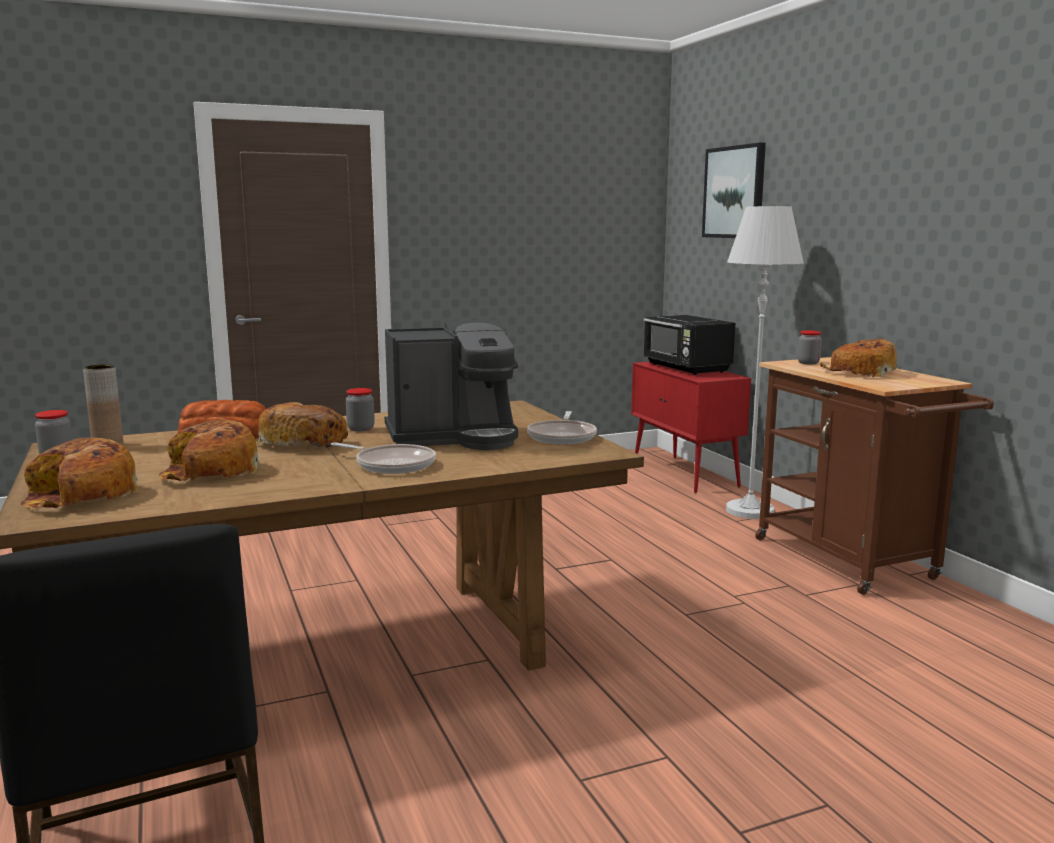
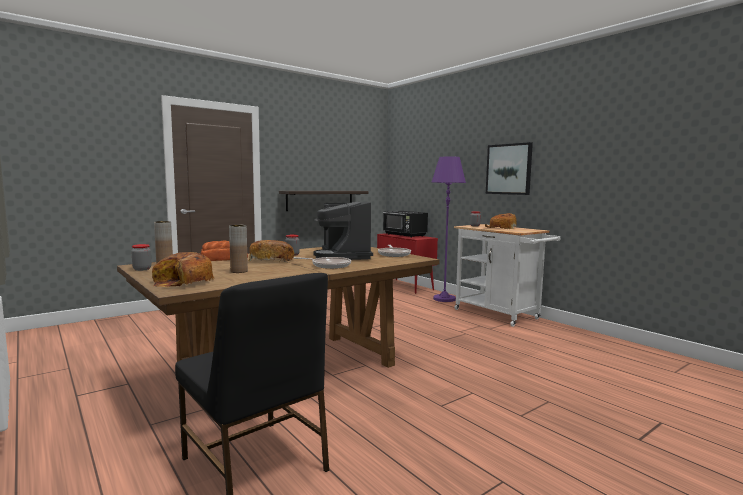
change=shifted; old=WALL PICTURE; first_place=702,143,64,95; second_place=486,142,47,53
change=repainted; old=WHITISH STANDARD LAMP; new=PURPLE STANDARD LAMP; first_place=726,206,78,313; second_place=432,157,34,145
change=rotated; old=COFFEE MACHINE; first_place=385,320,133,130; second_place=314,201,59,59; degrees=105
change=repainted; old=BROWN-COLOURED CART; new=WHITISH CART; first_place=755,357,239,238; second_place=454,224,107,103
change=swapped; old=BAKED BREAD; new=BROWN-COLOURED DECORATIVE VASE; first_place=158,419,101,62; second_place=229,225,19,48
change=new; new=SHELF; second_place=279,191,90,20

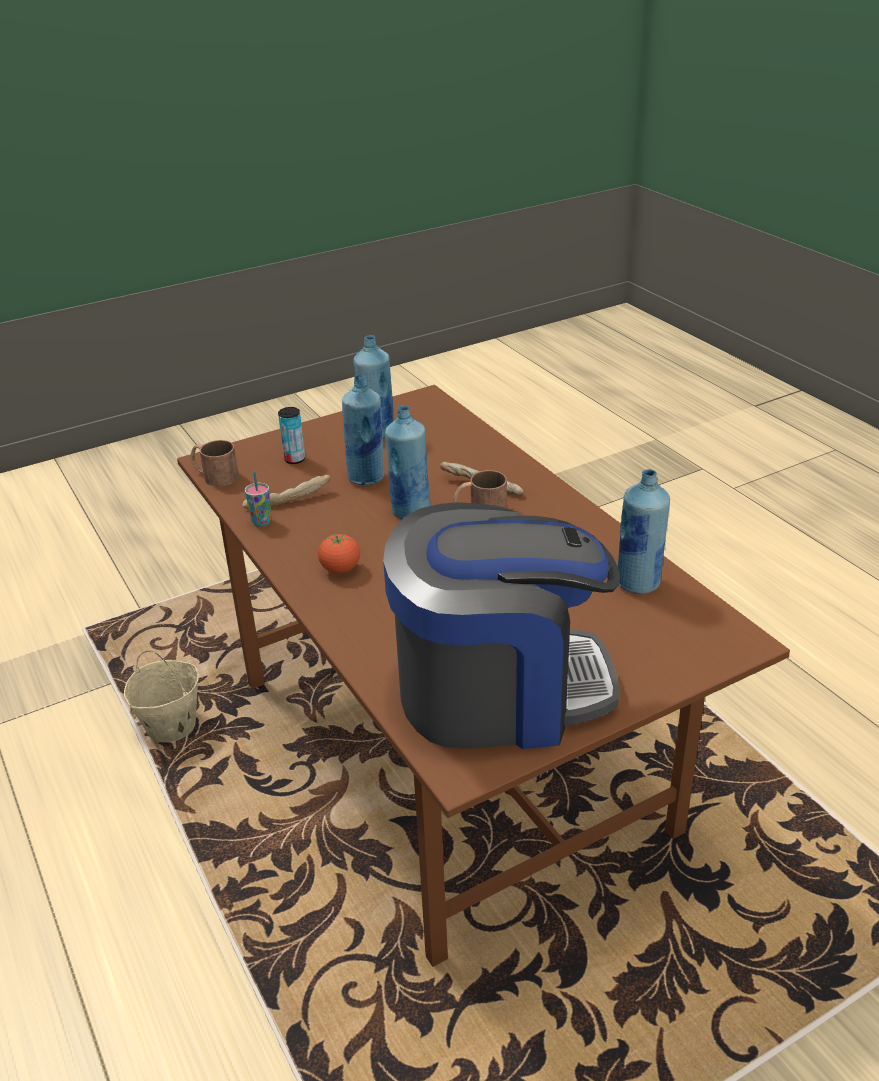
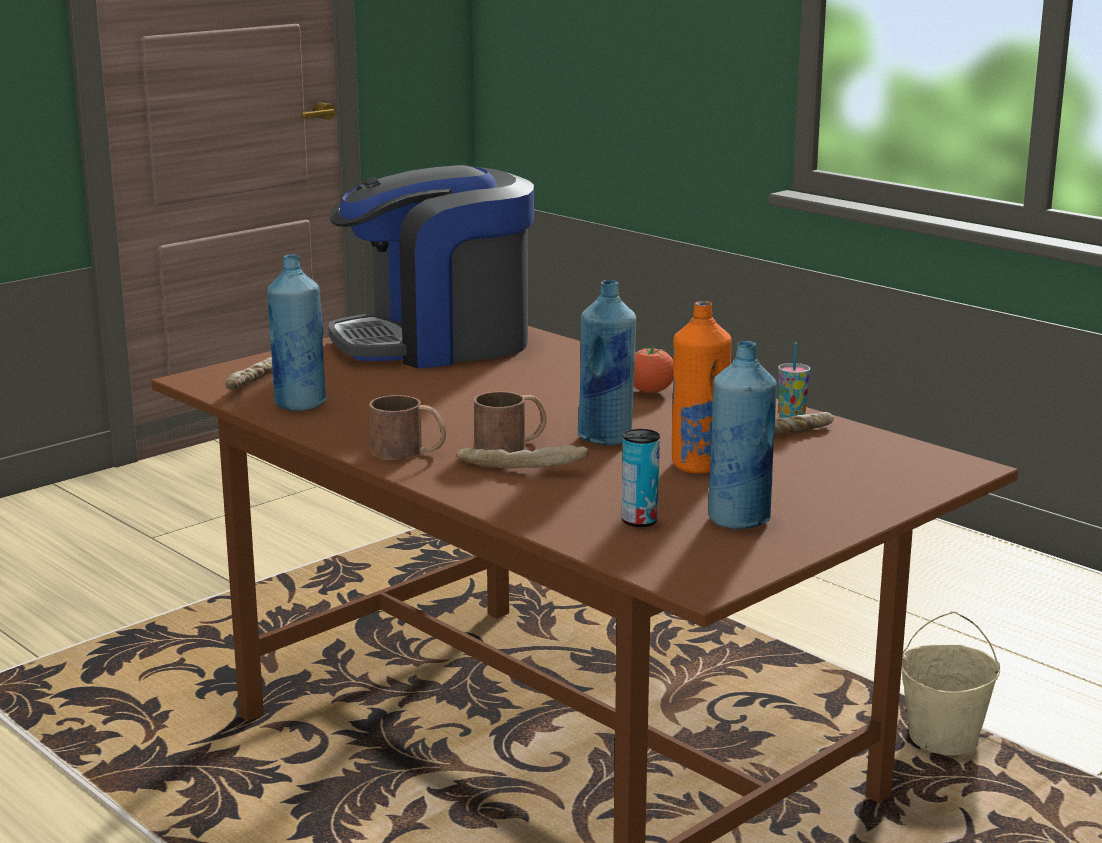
change=repainted; old=BLUISH DRINK BOTTLE; new=ORANGE DRINK BOTTLE; first_place=342,375,42,110; second_place=672,301,60,173
change=shifted; old=SEALED CAN; first_place=278,407,27,57; second_place=622,429,38,98
change=shifted; old=BROWN-COLOURED TEA MUG; first_place=191,440,48,47; second_place=370,395,76,65
change=new; new=BAKED BREAD; second_place=225,357,47,33

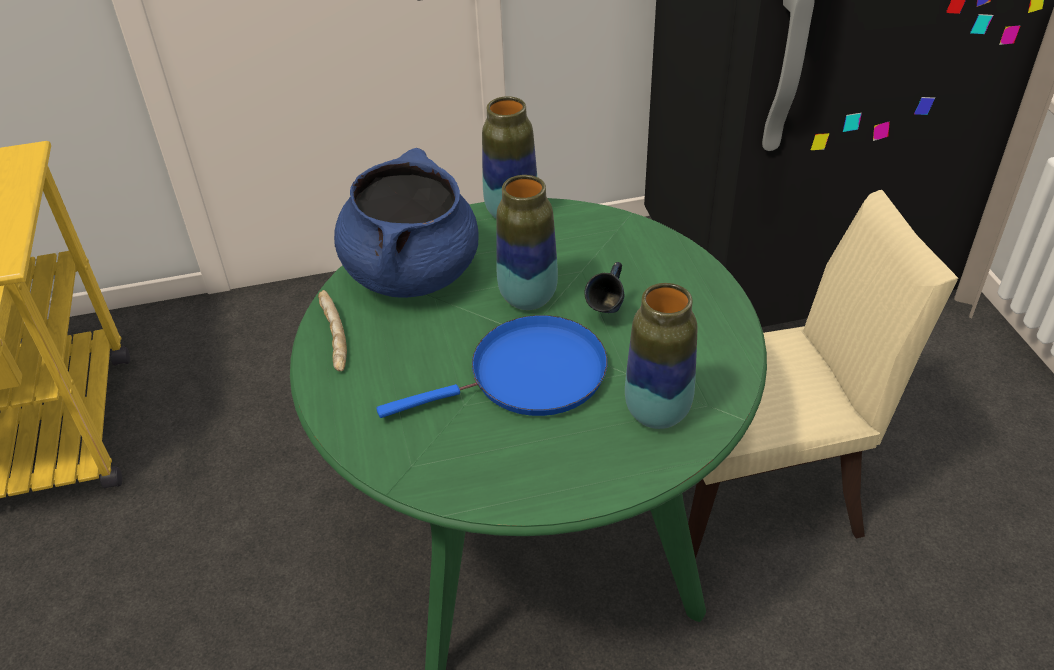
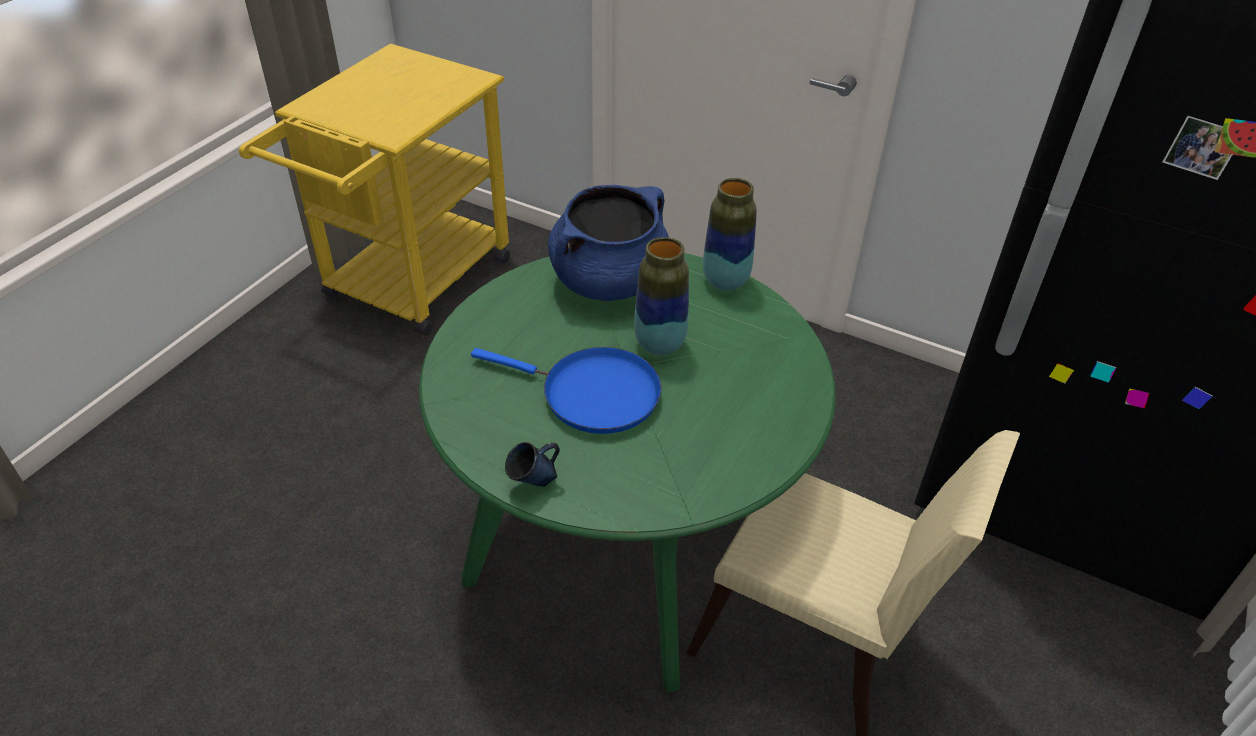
change=shifted; old=BLUISH TEA MUG; first_place=584,262,41,51; second_place=505,442,55,45
change=gone; old=DECORATIVE VASE; first_place=625,283,73,146
change=gone; old=BAKED BREAD; first_place=318,290,29,81

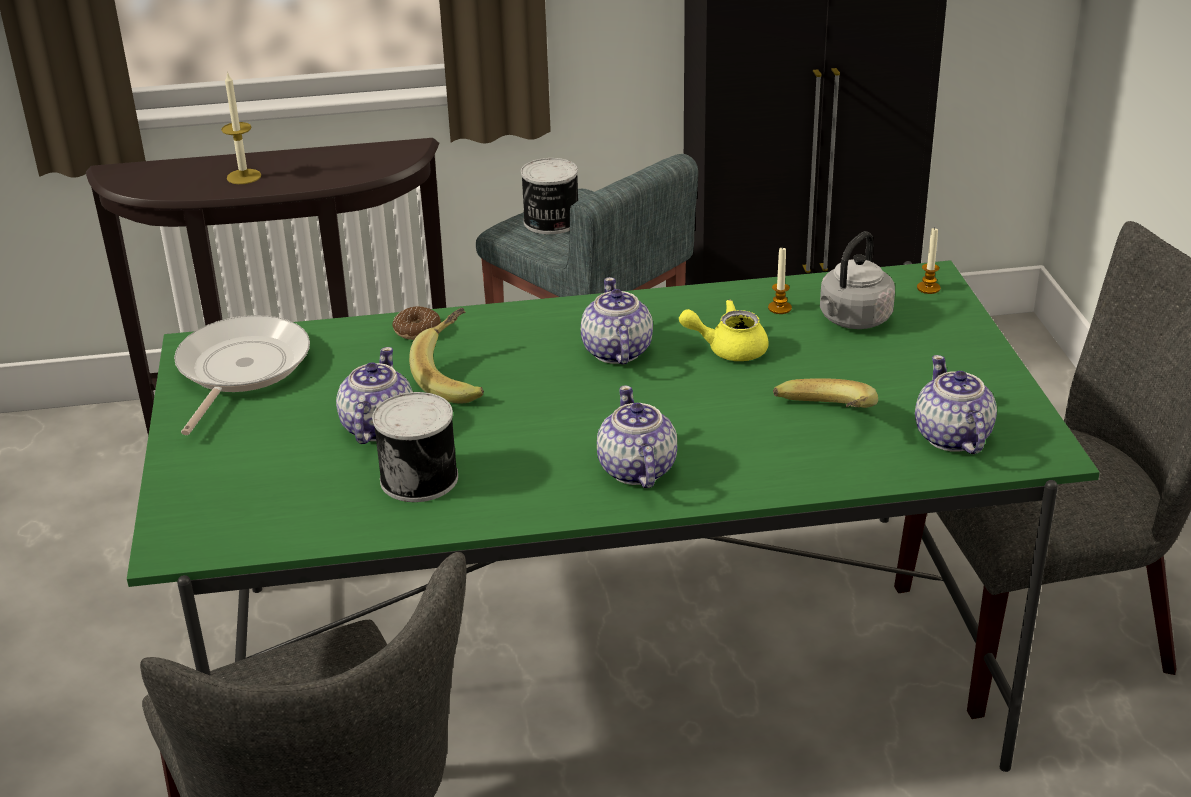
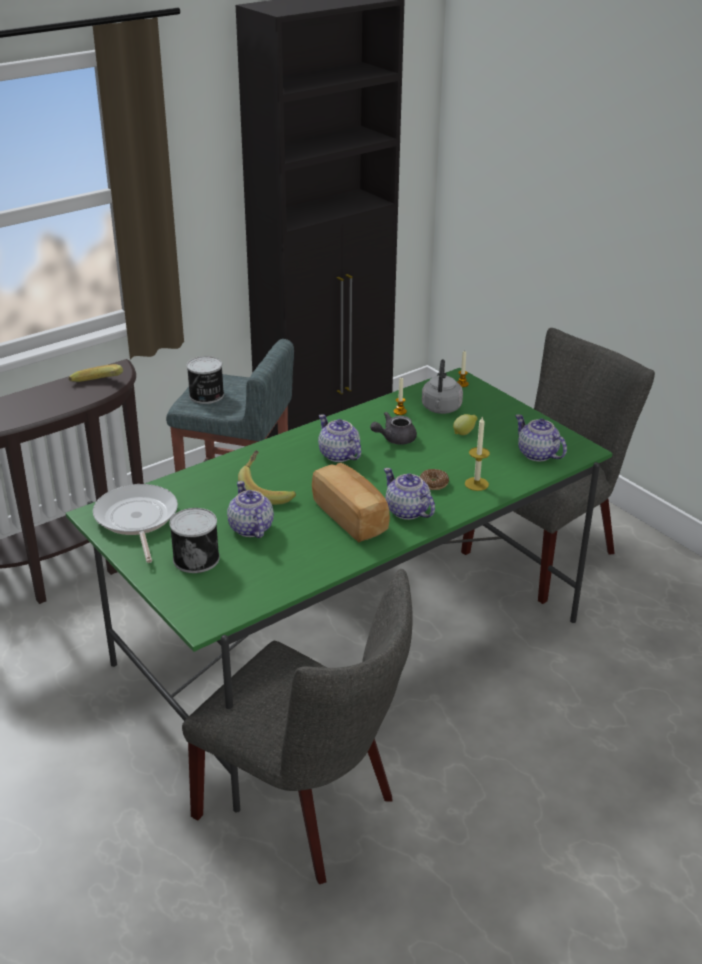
change=shifted; old=CANDLE; first_place=221,71,40,113; second_place=465,417,25,74
change=repainted; old=YELLOW TEAPOT; new=GRAY TEAPOT; first_place=679,299,90,62; second_place=370,412,47,33
change=shifted; old=DOUGHNUT; first_place=392,306,49,34; second_place=420,469,29,21
change=shifted; old=BANANA; first_place=773,378,105,30; second_place=69,364,54,18
change=shifted; old=SEALED CAN; first_place=372,392,86,110; second_place=169,508,51,65
change=new; new=LEMON; second_place=453,414,25,21
change=new; new=BAKED BREAD; second_place=312,463,78,79

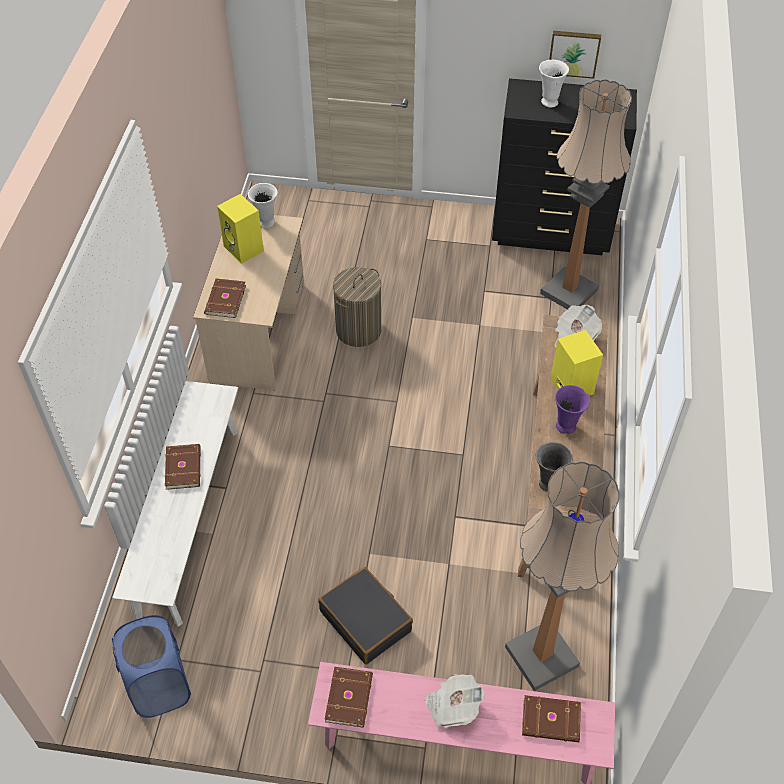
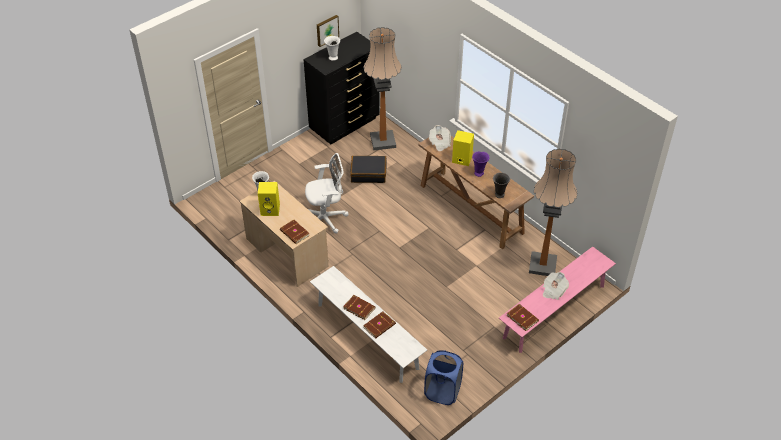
change=swapped; old=LAUNDRY BASKET; new=WHITISH COMPUTER CHAIR; first_place=333,267,48,80; second_place=305,153,44,81
change=shifted; old=BLACKISH SUITCASE; first_place=318,567,95,98; second_place=351,156,35,27
change=shifted; old=BROWN-COLOURED BOOK; first_place=522,695,59,47; second_place=363,311,33,28

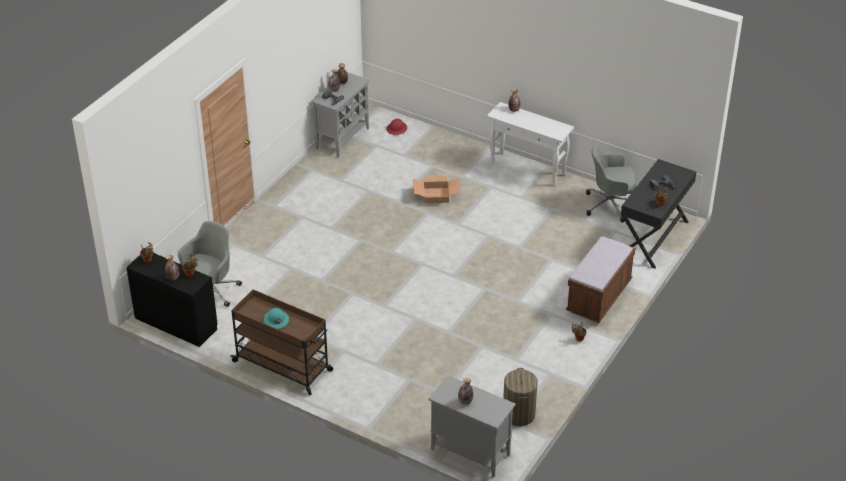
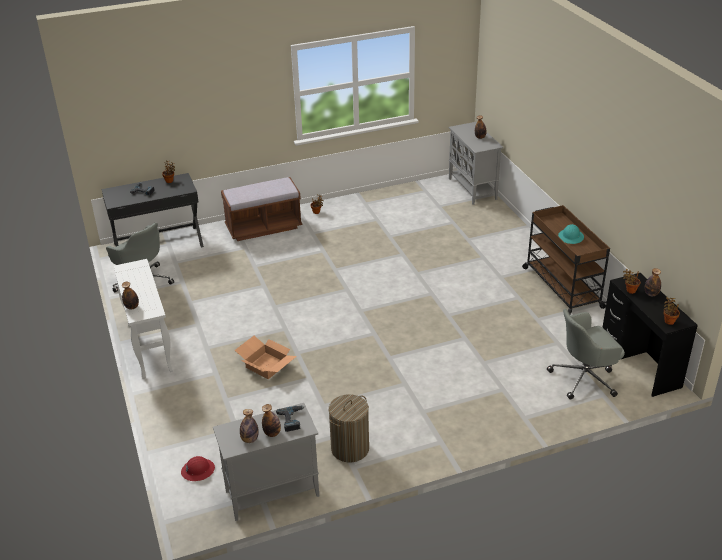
change=shifted; old=LAUNDRY BASKET; first_place=503,368,35,58; second_place=329,394,40,68

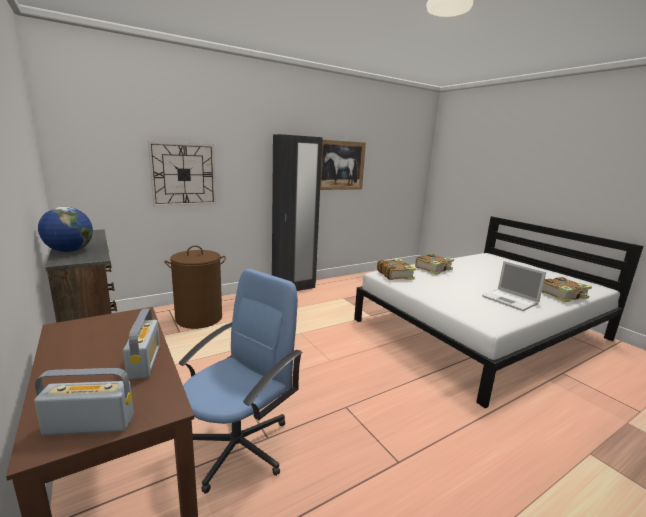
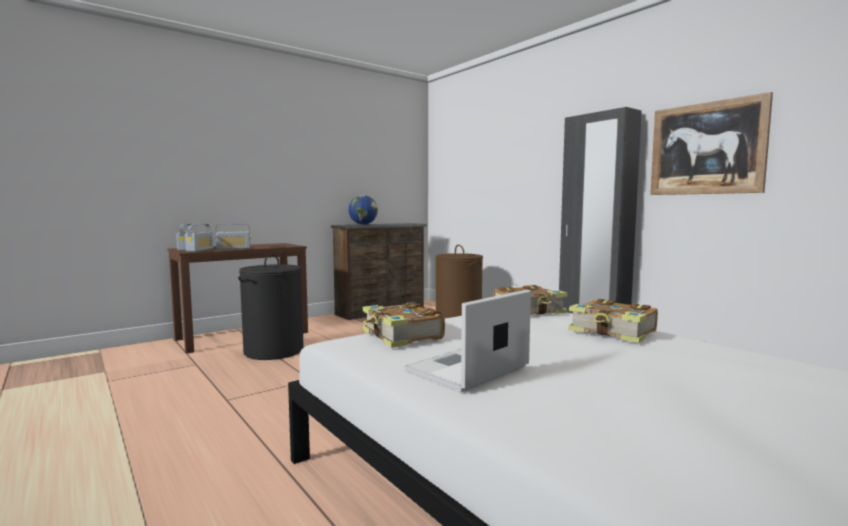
change=gone; old=WALL CLOCK; first_place=148,141,68,65
change=swapped; old=BLUISH COMPUTER CHAIR; new=BLACKISH LAUNDRY BASKET; first_place=179,269,124,225; second_place=238,254,66,106
change=shifted; old=BOOK; first_place=542,277,50,25; second_place=363,302,82,46
change=new; new=RADIO RECEIVER; second_place=185,224,28,28

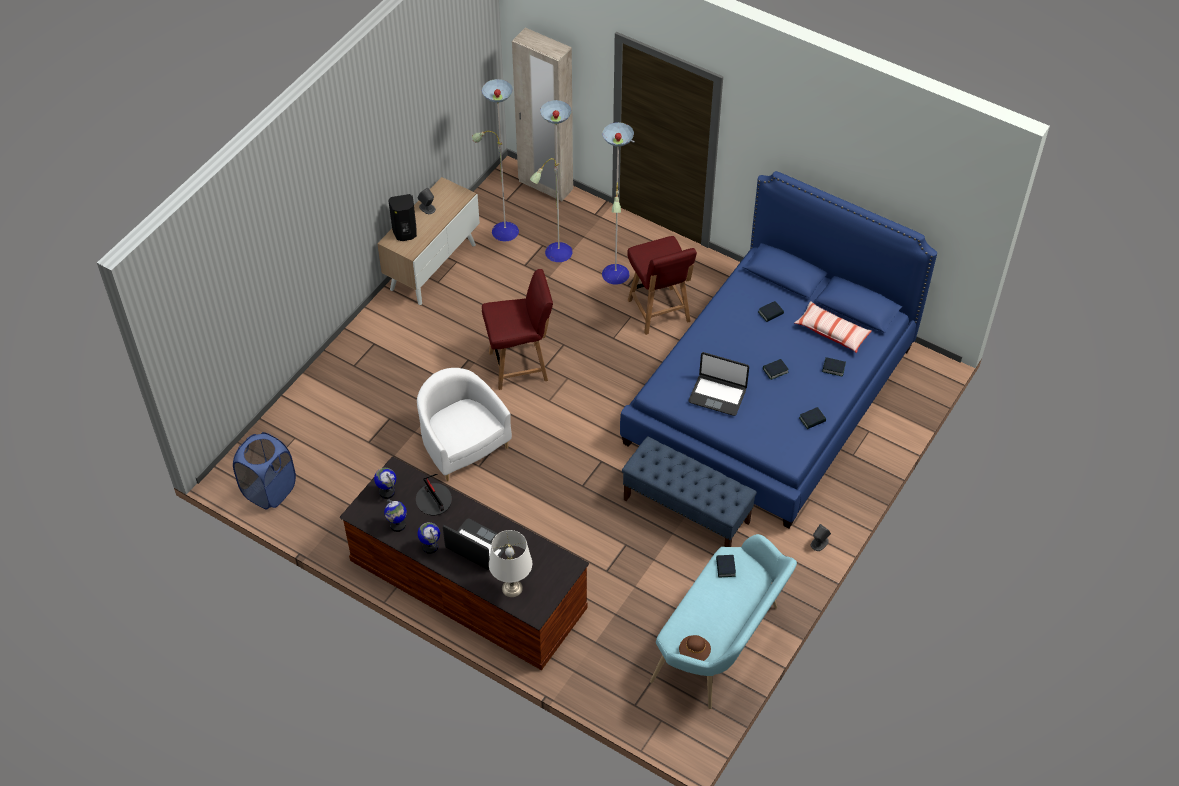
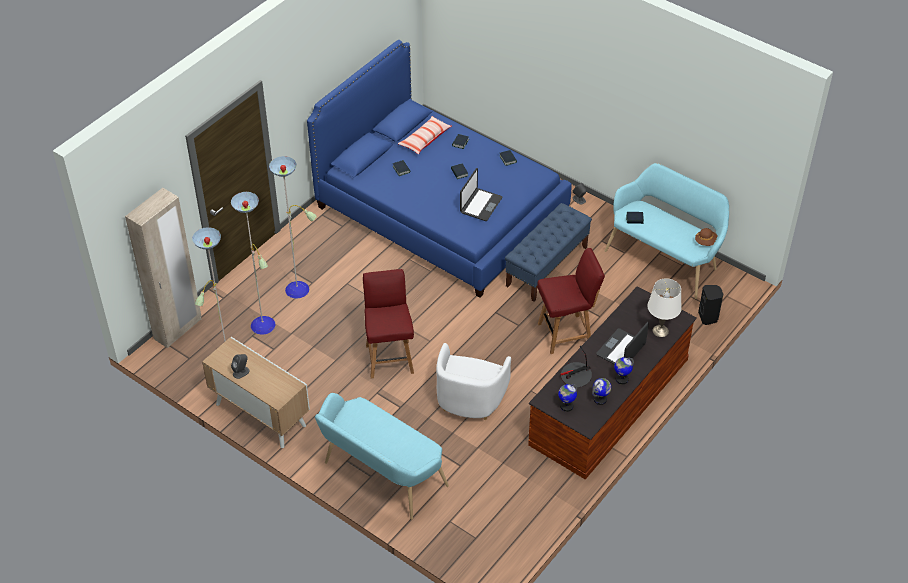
change=shifted; old=BLACKISH SPEAKER; first_place=388,194,29,47; second_place=698,285,25,40
change=shifted; old=RED UPRIGHT CHAIR; first_place=627,236,70,99; second_place=537,248,68,106
change=rotated; old=WHITISH ARMCHAIR; first_place=417,368,95,113; second_place=436,343,75,77; degrees=-45
change=gone; old=BLUISH LAUNDRY BASKET; first_place=233,432,63,78
change=new; new=TURQUOISE BENCH; second_place=315,393,134,127

